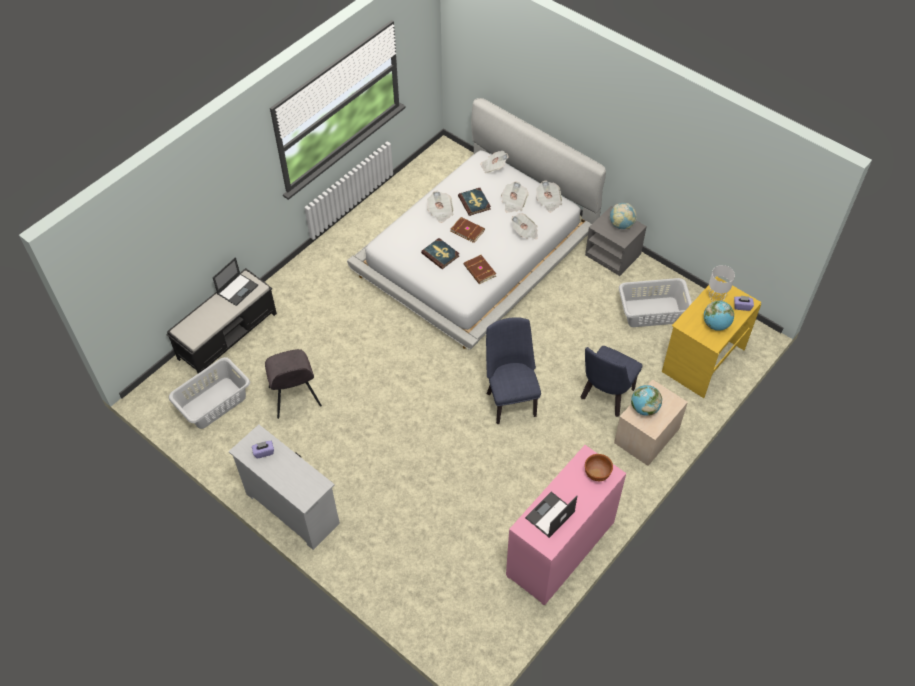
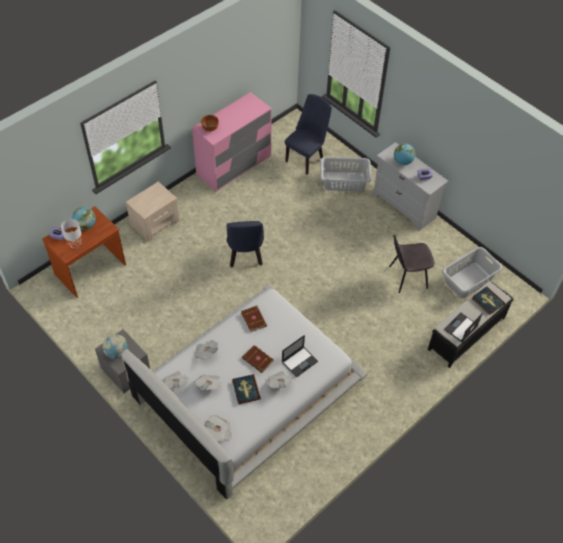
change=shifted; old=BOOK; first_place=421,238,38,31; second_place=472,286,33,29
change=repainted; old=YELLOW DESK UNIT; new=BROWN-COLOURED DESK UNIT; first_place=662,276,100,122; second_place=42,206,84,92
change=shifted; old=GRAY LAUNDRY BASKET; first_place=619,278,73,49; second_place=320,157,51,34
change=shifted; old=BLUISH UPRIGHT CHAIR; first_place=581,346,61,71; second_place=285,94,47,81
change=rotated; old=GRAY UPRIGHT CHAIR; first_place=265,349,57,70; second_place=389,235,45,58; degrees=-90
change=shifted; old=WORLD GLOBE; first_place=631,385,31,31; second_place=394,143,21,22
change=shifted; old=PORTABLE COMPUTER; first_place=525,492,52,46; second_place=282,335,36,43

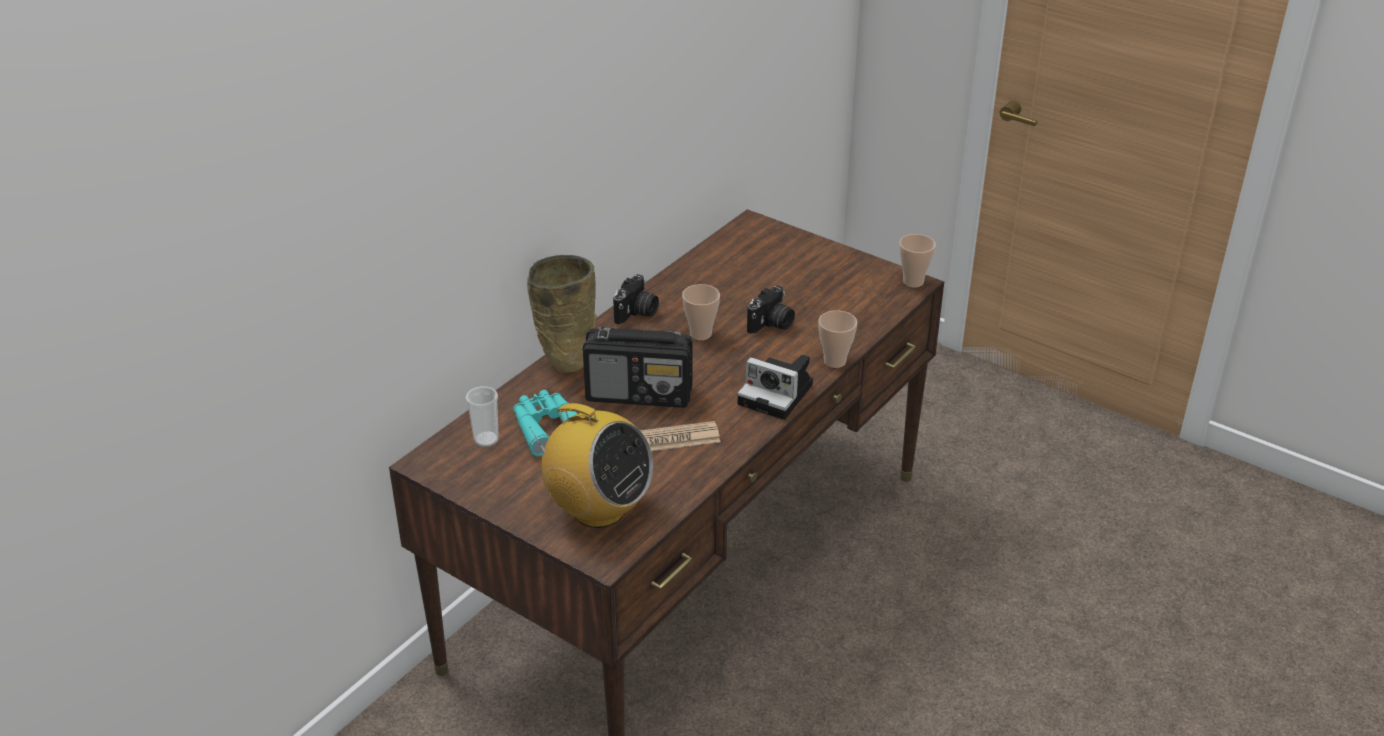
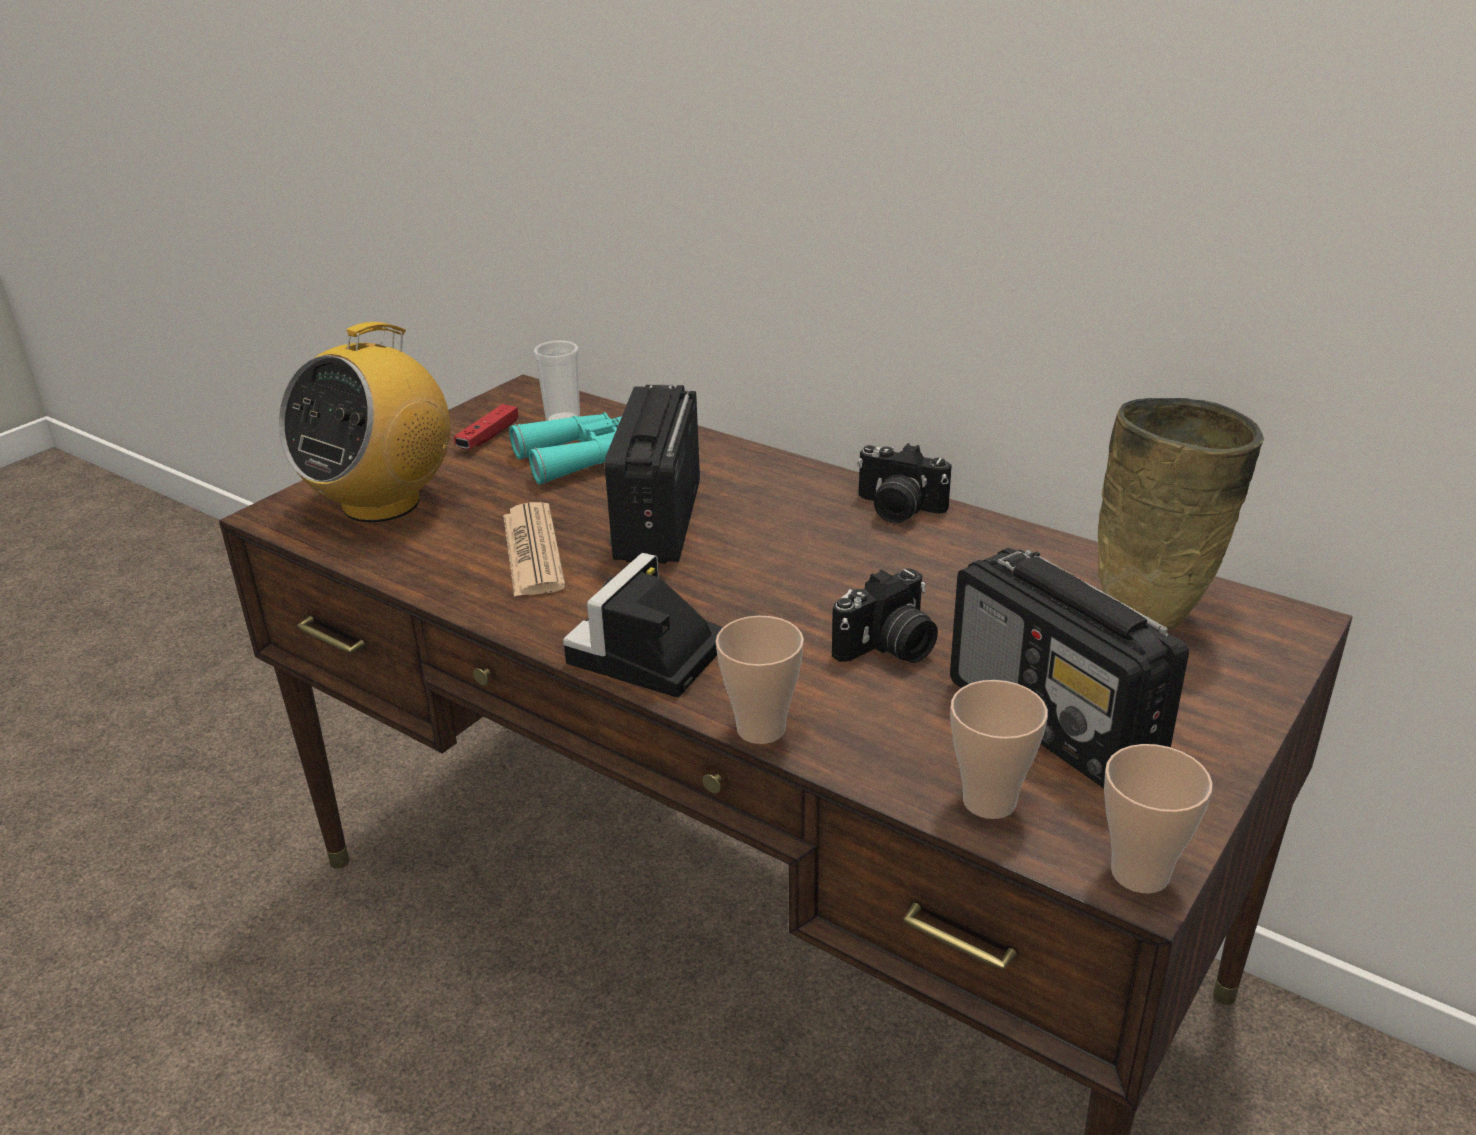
change=shifted; old=BEIGE DECORATIVE VASE; first_place=527,255,70,118; second_place=1098,398,166,232
change=shifted; old=SMALL CUP; first_place=682,284,38,56; second_place=951,680,97,139
change=rotated; old=STILL CAMERA; first_place=747,286,48,48; second_place=832,568,106,95; degrees=-75
change=new; new=RED GAMEPAD; second_place=454,404,64,45
change=new; new=RADIO RECEIVER; second_place=950,548,239,240

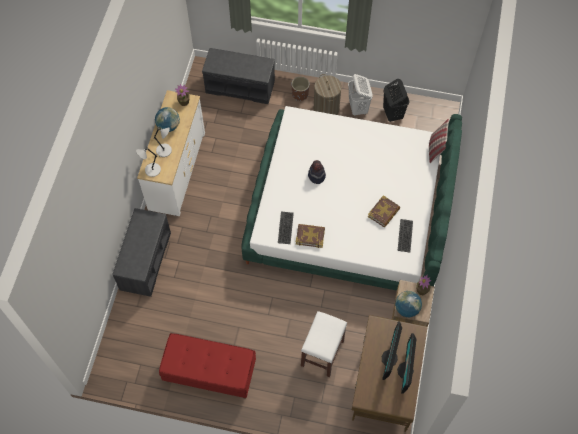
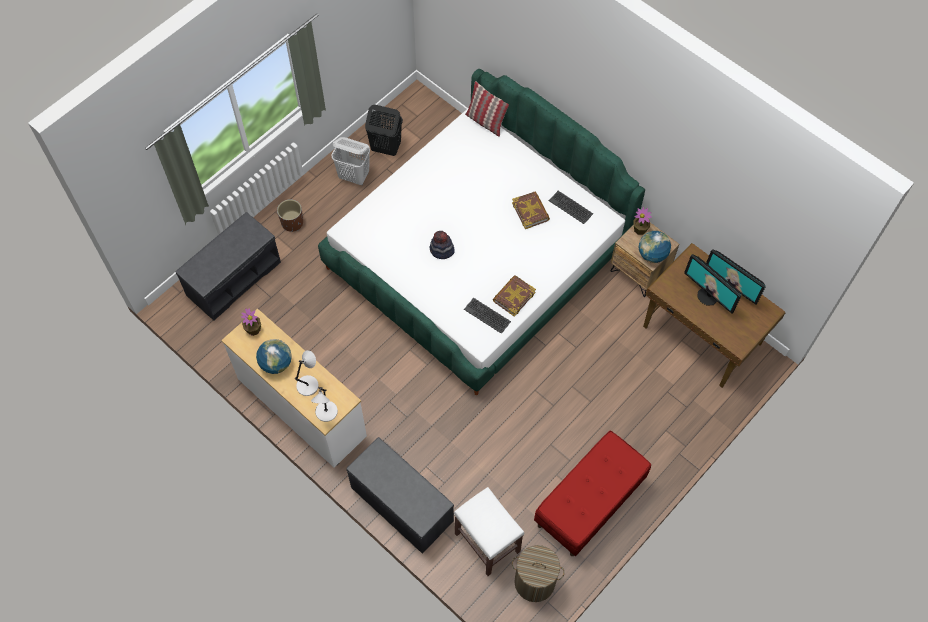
change=shifted; old=LAUNDRY BASKET; first_place=314,74,28,41; second_place=512,545,53,57
change=shifted; old=WHITISH SITTING STOOL; first_place=301,311,46,66; second_place=454,487,70,89

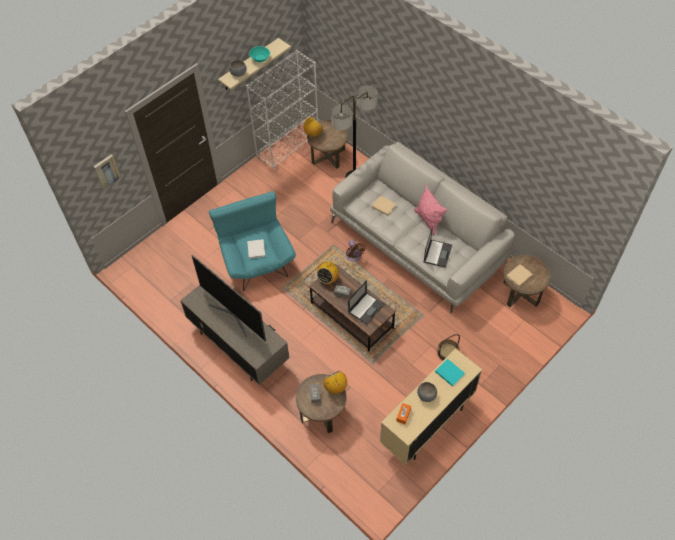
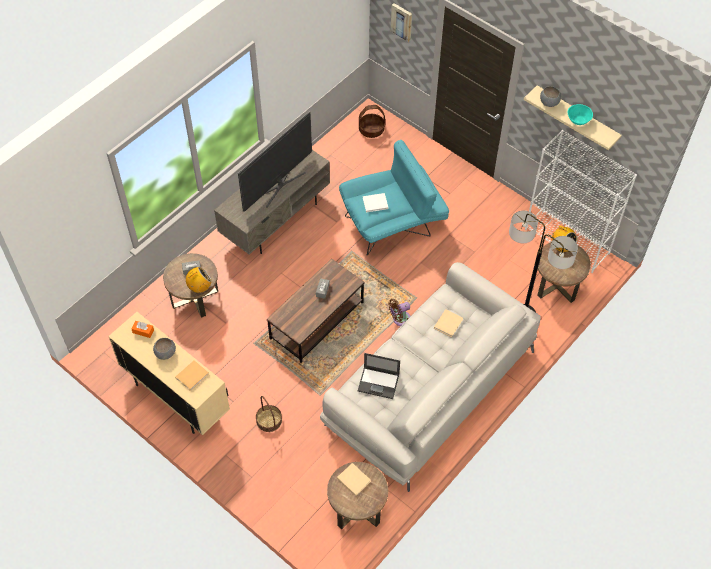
change=gone; old=PINKISH CUSHION; first_place=414,185,33,51
change=gone; old=RADIO RECEIVER; first_place=317,260,22,24
change=gone; old=PORTABLE COMPUTER; first_place=348,280,36,45
change=repainted; old=TURQUOISE BOOK; new=BEIGE BOOK; first_place=435,359,30,27; second_place=175,360,34,31
change=new; new=HOUSEHOLD BASKET; second_place=359,105,26,33

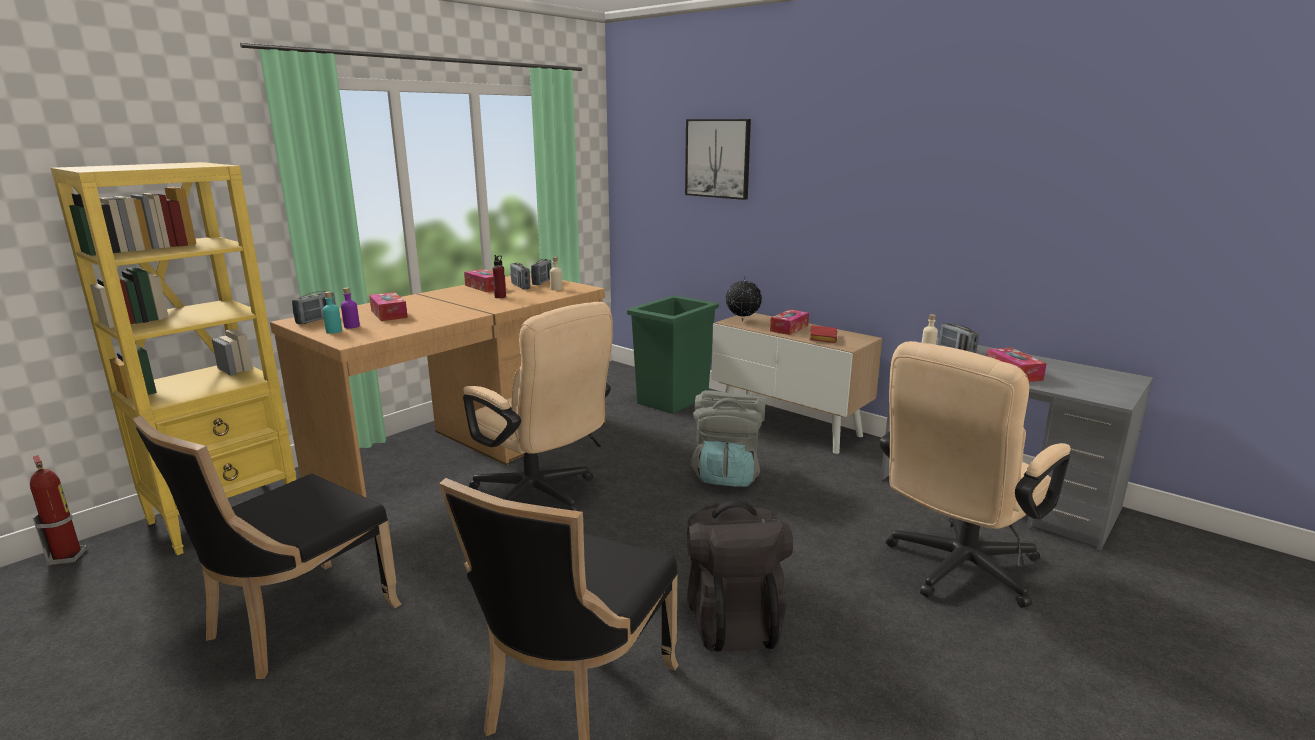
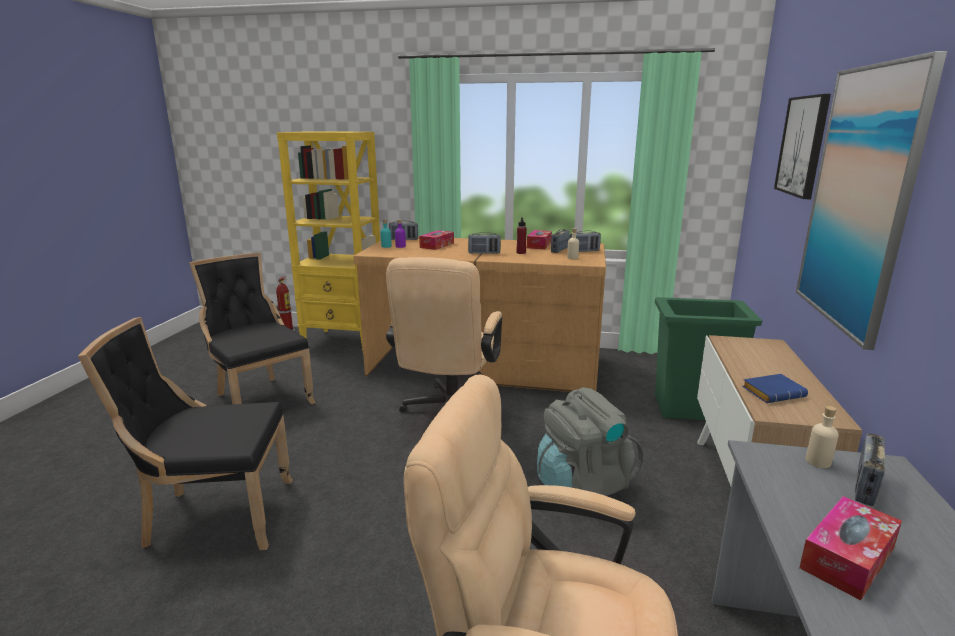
change=gone; old=WORLD GLOBE; first_place=726,276,36,45
change=gone; old=BOX OF TISSUES; first_place=770,310,39,25
change=repainted; old=RED BOOK; new=BLUISH BOOK; first_place=810,325,27,18; second_place=742,374,66,29
change=rotated; old=BLACKISH UPRIGHT CHAIR; first_place=132,415,269,264; second_place=189,253,127,151; degrees=45
change=gone; old=BLACKISH KNAPSACK; first_place=687,500,106,152
change=new; new=WALL PICTURE; second_place=796,51,151,299
change=new; new=RADIO RECEIVER; second_place=468,232,33,22

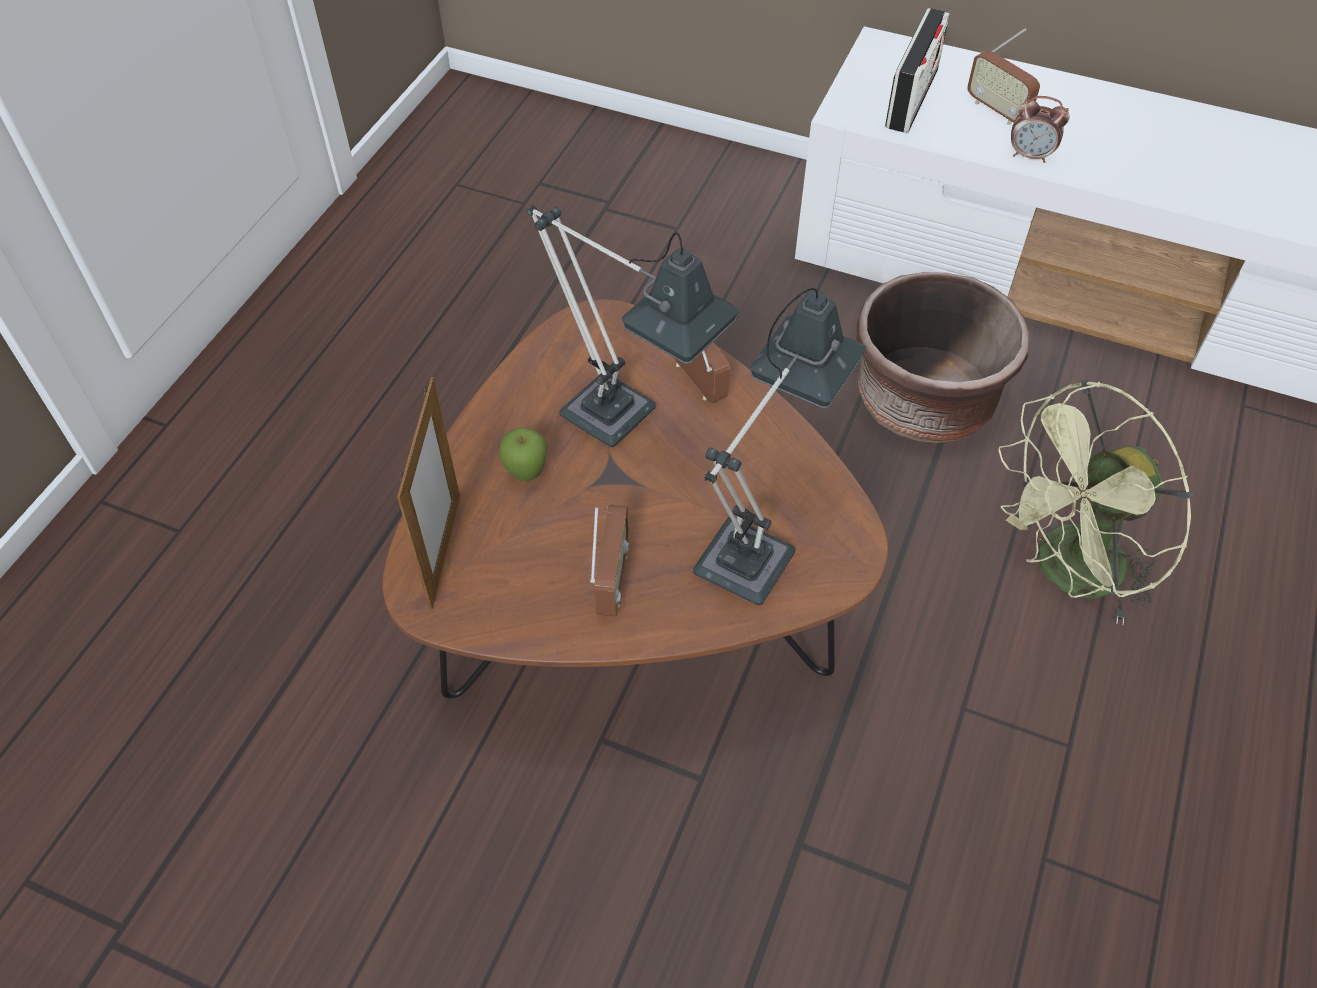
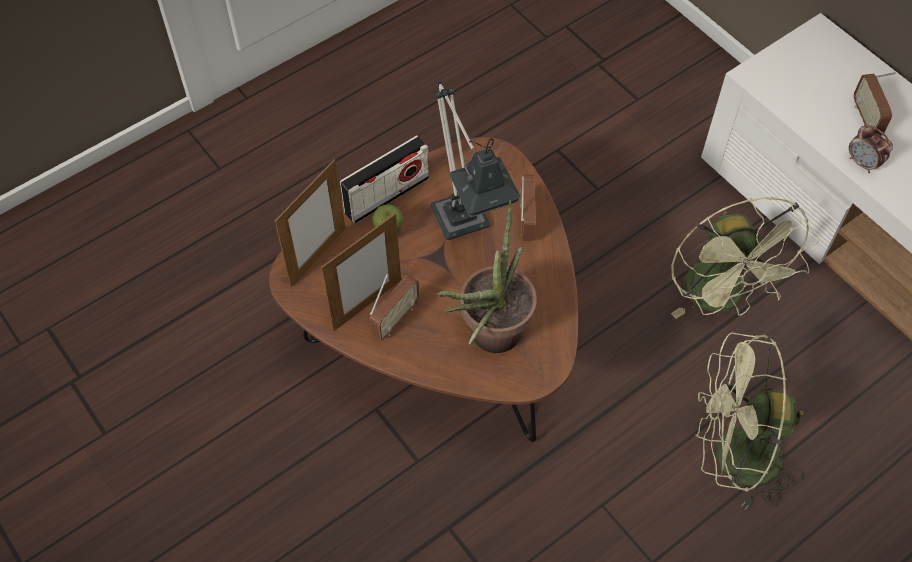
change=shifted; old=RADIO RECEIVER; first_place=885,8,65,125; second_place=340,135,89,89
change=swapped; old=BROWN-COLOURED PLANTER; new=GREEN COOLING FAN; first_place=857,272,172,171; second_place=671,197,148,122
change=swapped; old=TABLE LAMP; new=PLANT IN A POT; first_place=693,288,173,317; second_place=438,200,99,153
change=new; new=PHOTO FRAME; second_place=321,213,80,118

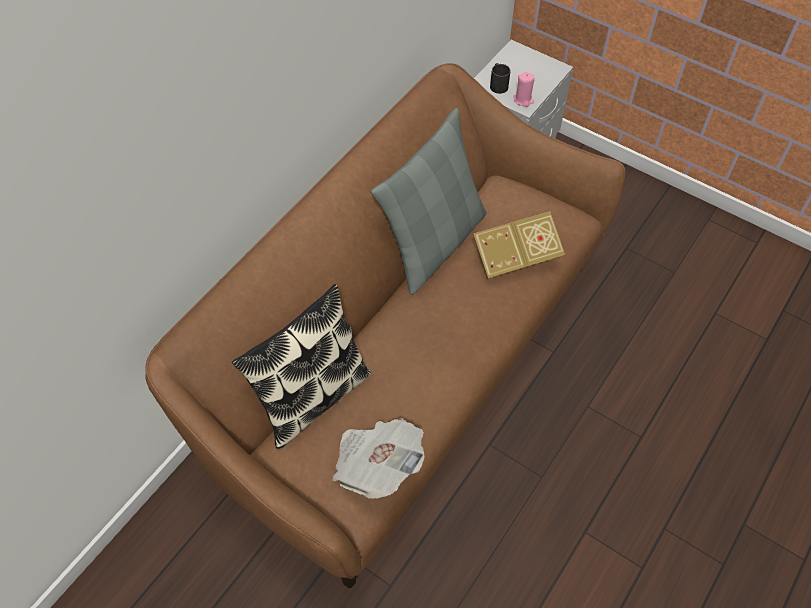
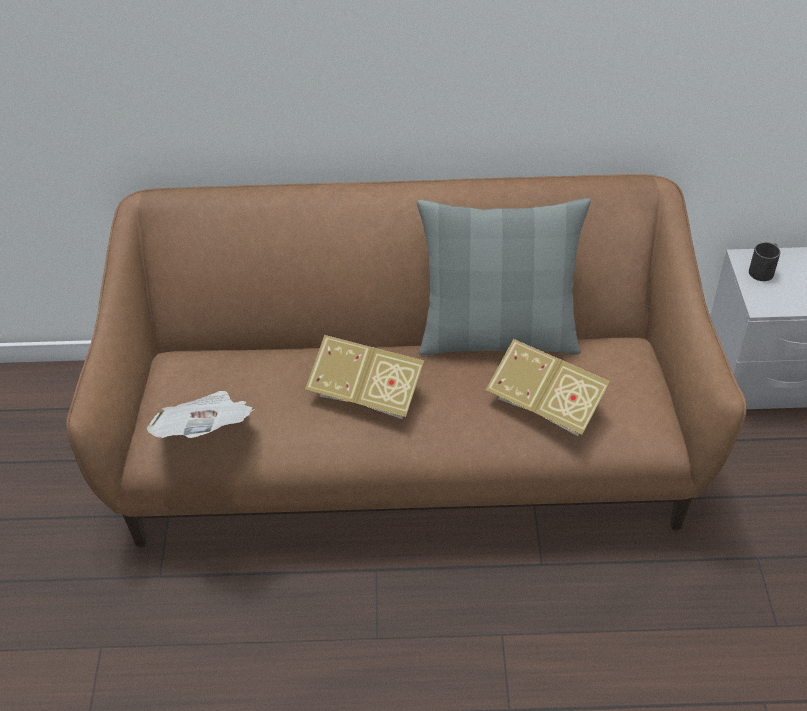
change=gone; old=PINKISH CANDLE; first_place=513,72,22,35
change=gone; old=CUSHION; first_place=232,284,140,166
change=new; new=BOOK; second_place=305,335,119,84

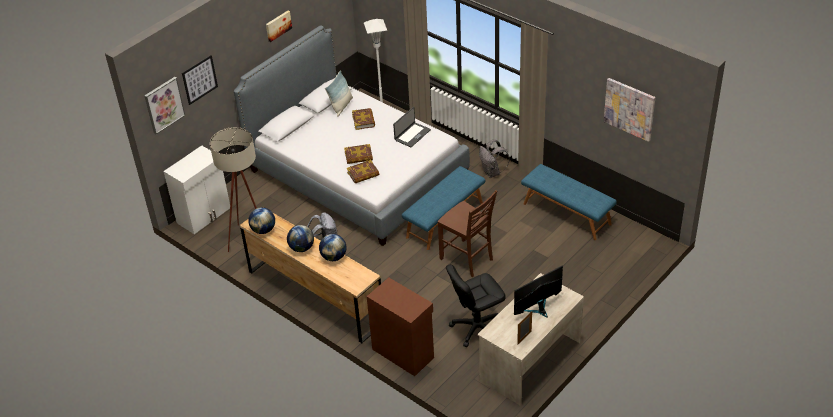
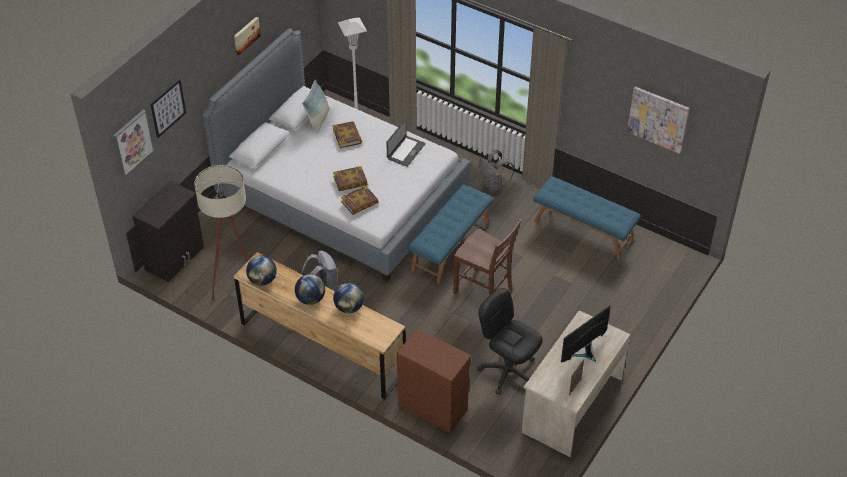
change=repainted; old=WHITISH CABINET; new=BLACKISH CABINET; first_place=164,146,66,88; second_place=132,181,72,101
change=rotated; old=BLACKISH COMPUTER CHAIR; first_place=446,264,60,83; second_place=477,288,65,107; degrees=75

